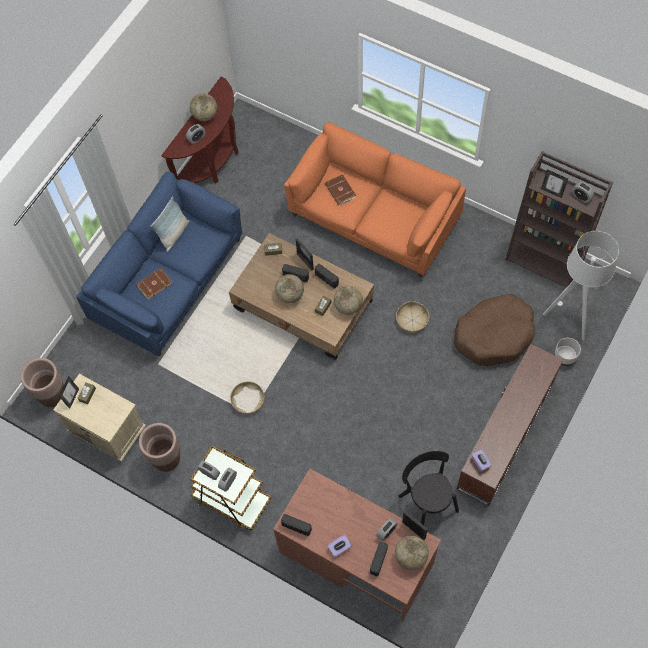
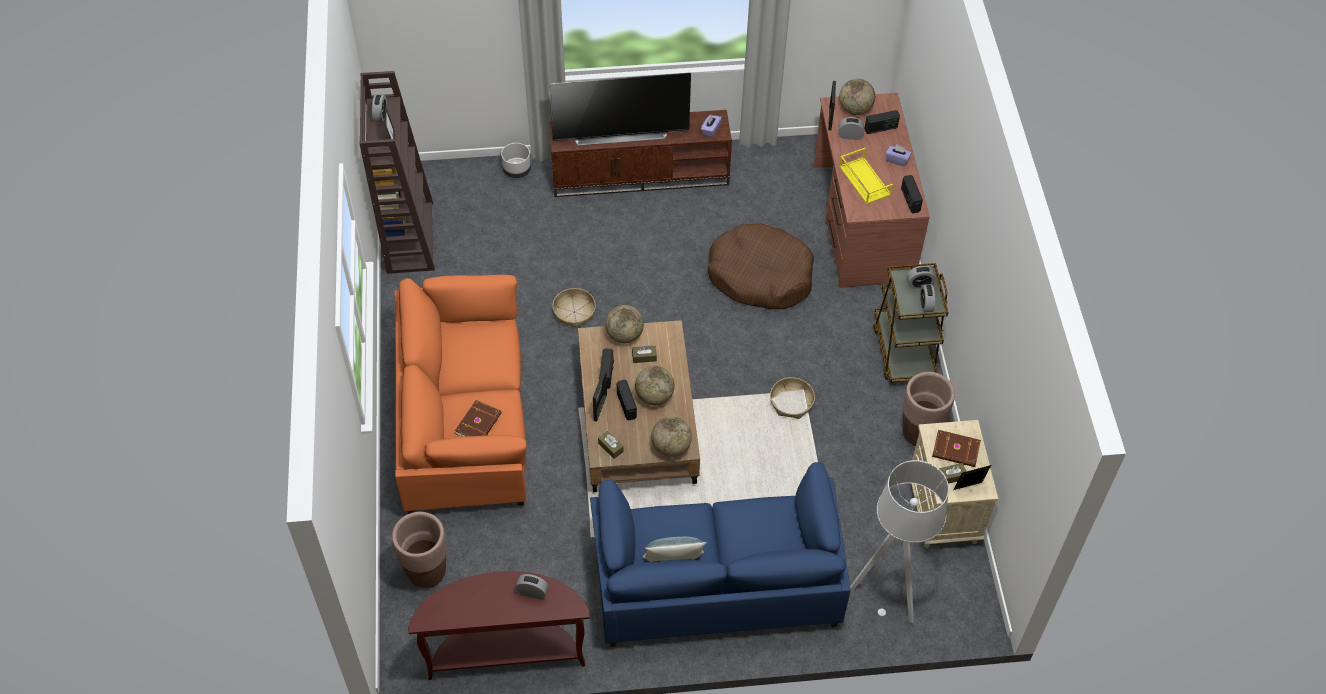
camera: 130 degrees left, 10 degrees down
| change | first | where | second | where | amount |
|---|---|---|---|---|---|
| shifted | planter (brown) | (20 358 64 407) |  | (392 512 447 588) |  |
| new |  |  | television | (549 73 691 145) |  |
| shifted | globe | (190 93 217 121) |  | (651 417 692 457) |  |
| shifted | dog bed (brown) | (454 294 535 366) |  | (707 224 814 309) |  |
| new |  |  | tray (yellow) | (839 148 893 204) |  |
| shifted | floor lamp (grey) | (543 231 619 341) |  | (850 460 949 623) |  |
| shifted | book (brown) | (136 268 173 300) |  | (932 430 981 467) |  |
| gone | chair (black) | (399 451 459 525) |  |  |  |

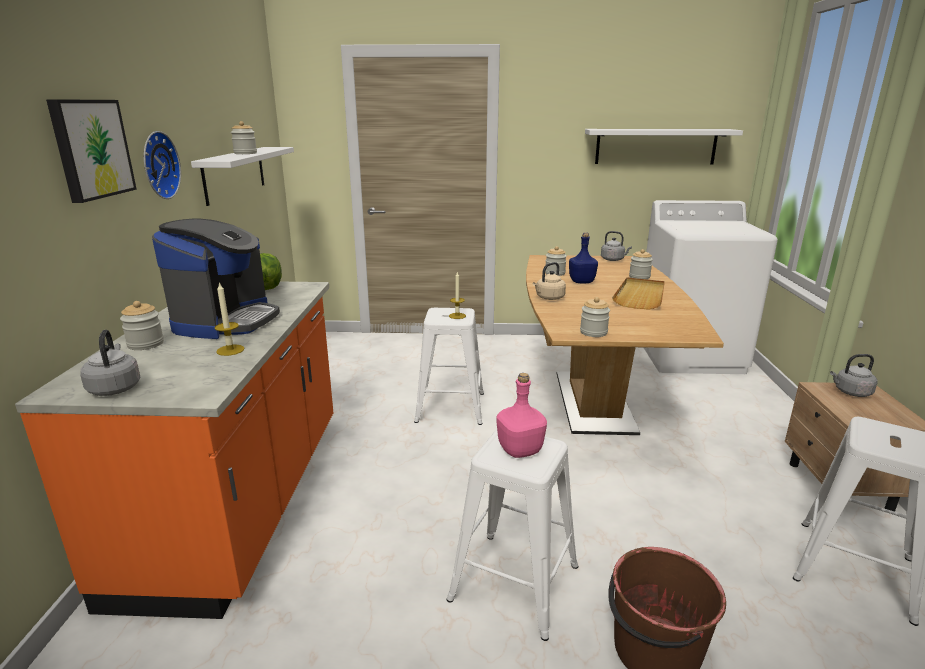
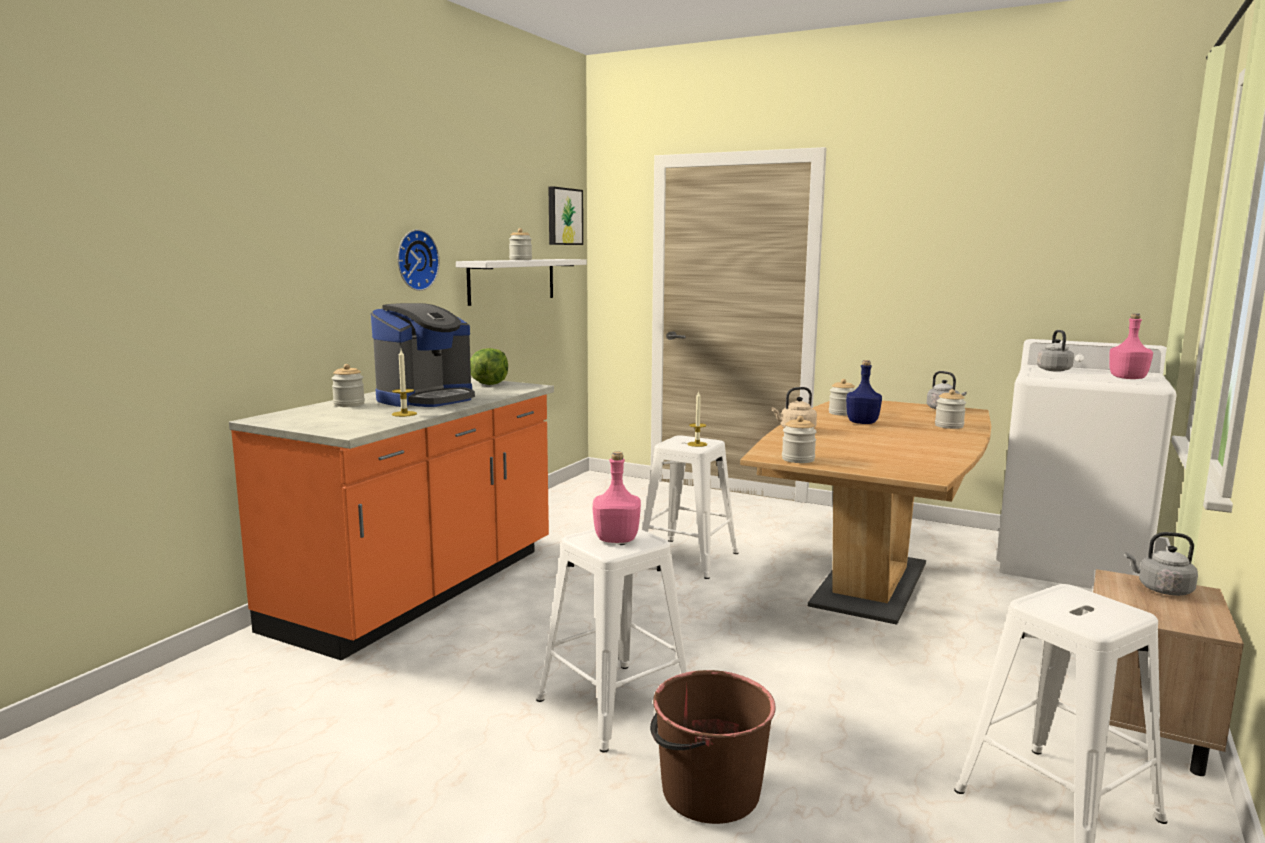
camera: 25 degrees right, 10 degrees down
| change | first | where | second | where | amount |
|---|---|---|---|---|---|
| shifted | picture | (46 99 137 203) |  | (548 187 583 245) |  |
| shifted | kettle (grey) | (80 330 140 396) |  | (1037 330 1074 372) |  |
| new |  |  | bottle (pink) | (1109 313 1153 379) |  |
| gone | shelf (white) | (585 129 743 165) |  |  |  |
| gone | tray (beige) | (612 277 665 310) |  |  |  |

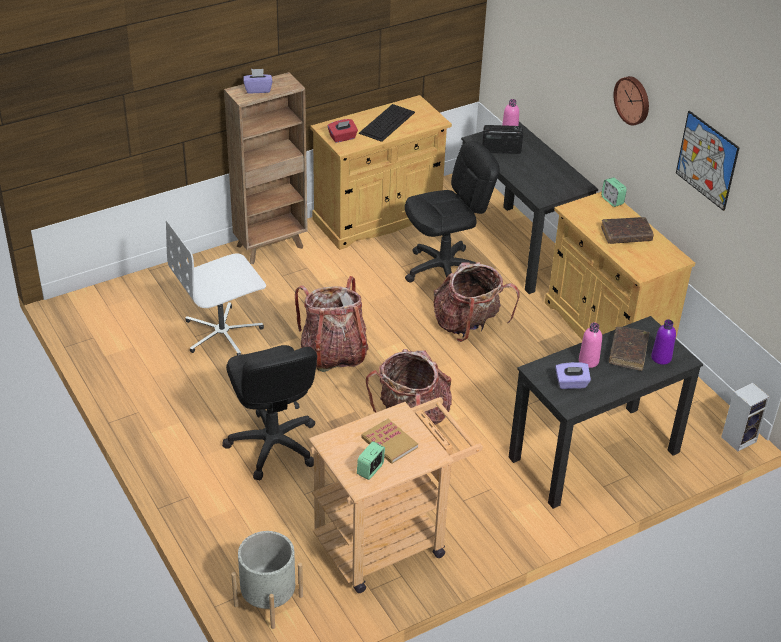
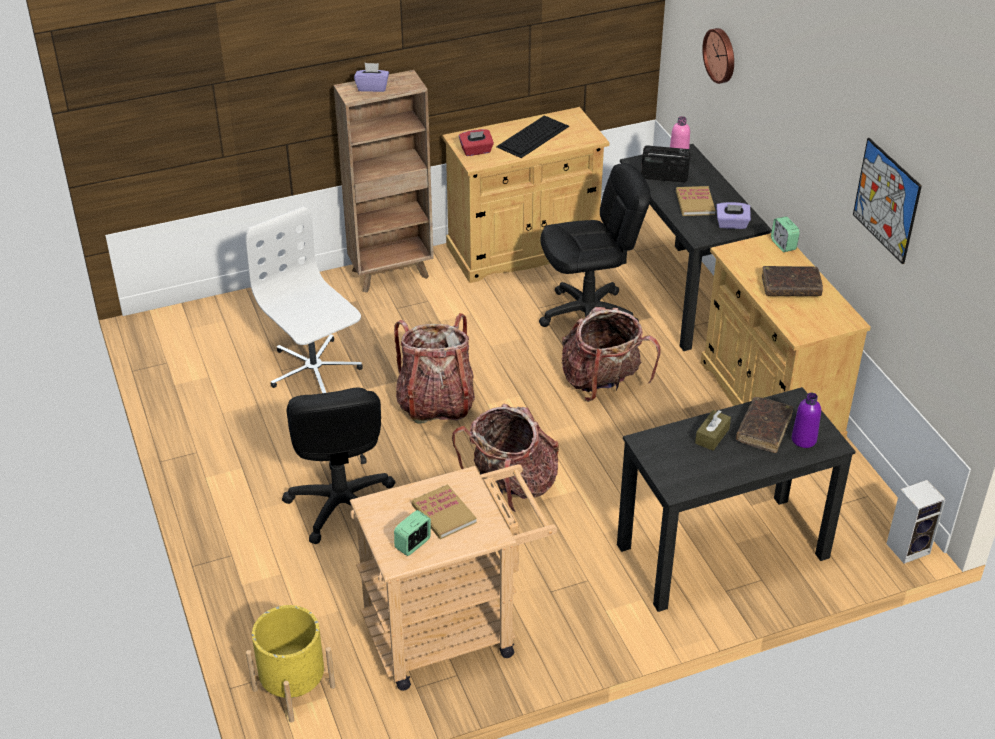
camera: 10 degrees right, 0 degrees up
| change | first | where | second | where | amount |
|---|---|---|---|---|---|
| rotated | office chair (white) | (166 220 266 355) |  | (245 207 363 393) | 75 degrees clockwise |
| repainted | planter (grey) | (231 531 303 629) | planter (yellow) | (246 605 335 723) |  |
| new |  |  | book | (676 186 716 216) |  |
| swapped | bottle (pink) | (579 323 602 368) | tissue box (brown) | (695 410 731 451) |  |
| shifted | wall clock | (613 76 649 125) |  | (702 28 734 84) |  |
| shifted | tissue box (purple) | (555 362 591 389) |  | (716 202 751 229) |  |

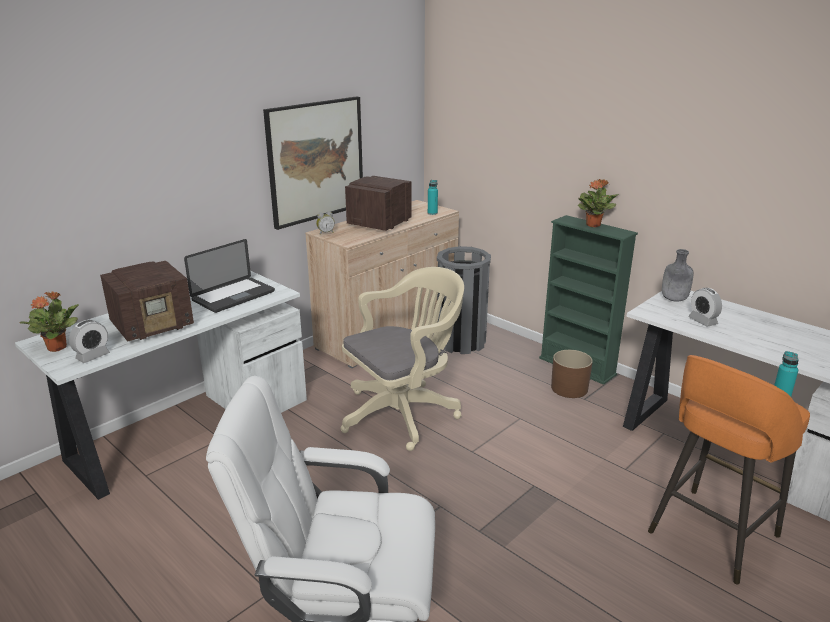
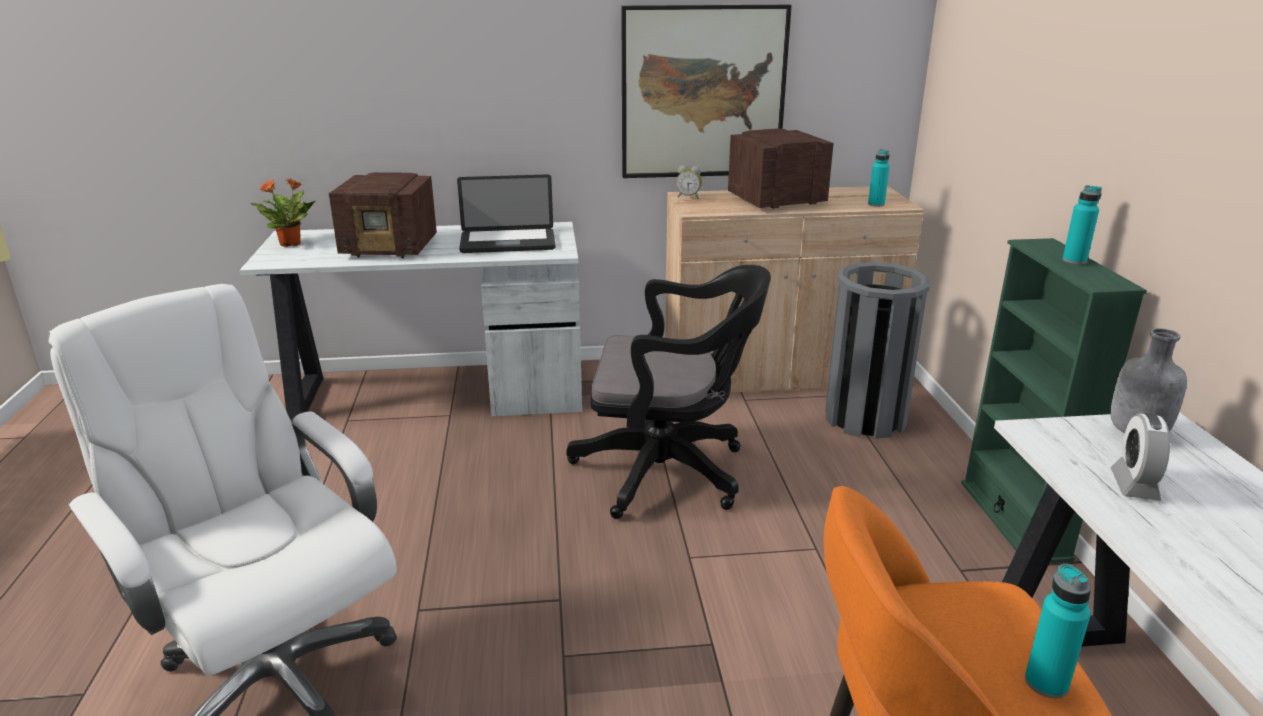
camera: 40 degrees right, 0 degrees up
| change | first | where | second | where | amount |
|---|---|---|---|---|---|
| repainted | office chair (beige) | (341 267 464 451) | office chair (black) | (566 265 771 519) |  |
| swapped | potted plant | (577 179 619 227) | bottle (turquoise) | (1062 185 1102 264) |  |
| gone | alarm clock | (69 320 110 363) |  |  |  |
| gone | planter (brown) | (551 350 593 398) |  |  |  |

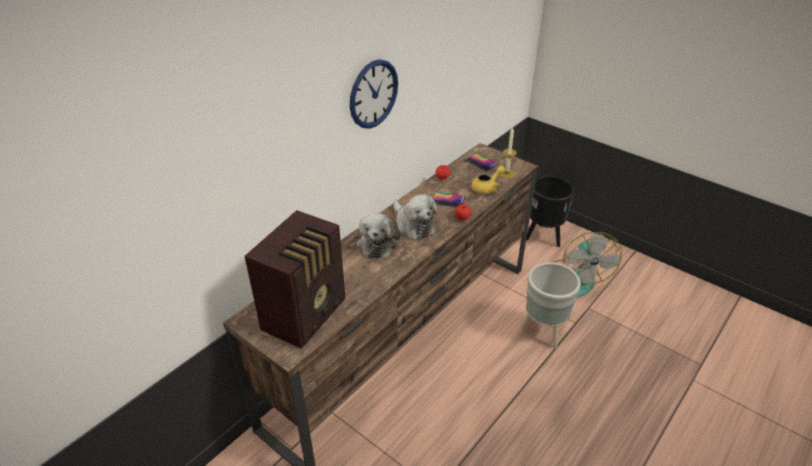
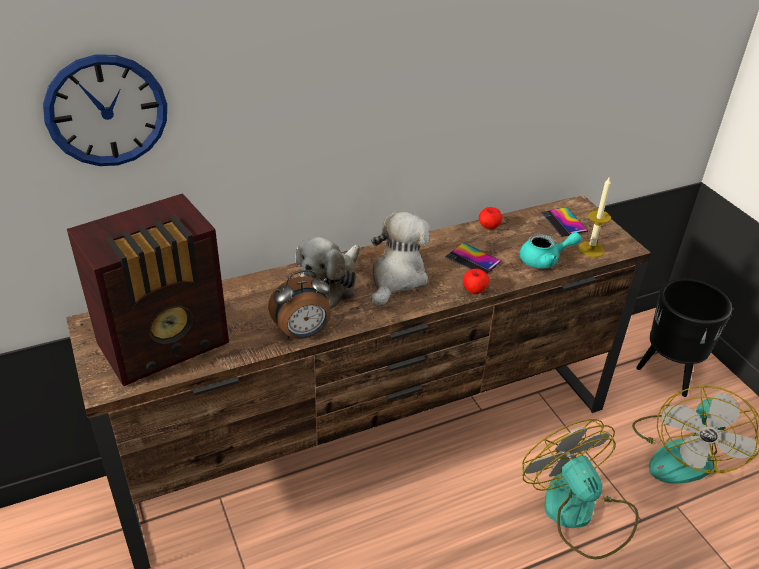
camera: 25 degrees right, 0 degrees up
| change | first | where | second | where | amount |
|---|---|---|---|---|---|
| shifted | wall clock | (350 59 398 129) |  | (43 54 167 166) |  |
| new |  |  | alarm clock | (268 270 331 339) |  |
| rotated | plush toy | (393 194 438 240) |  | (371 212 430 306) | 150 degrees counterclockwise |
| repainted | teapot (yellow) | (472 166 505 194) | teapot (turquoise) | (520 232 582 269) |  |
| swapped | planter (grey) | (520 262 581 349) | fan | (522 419 639 560) |  |

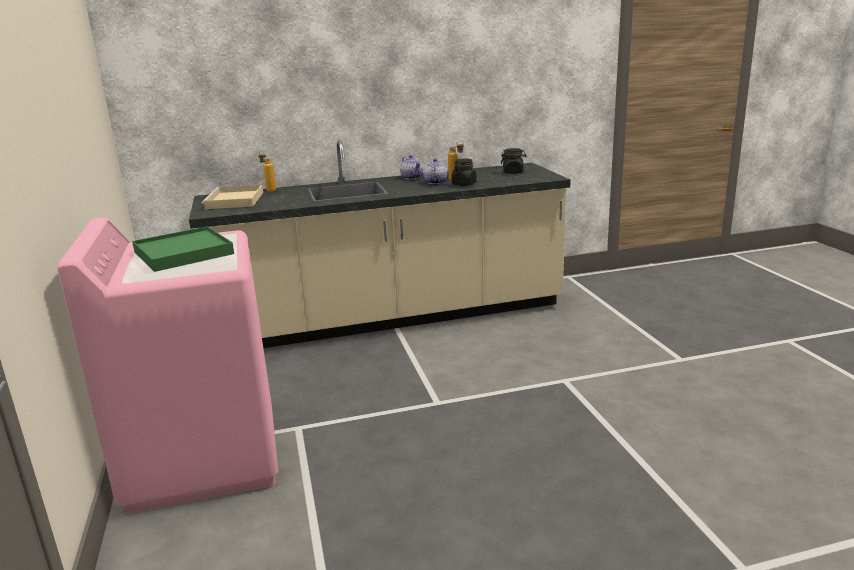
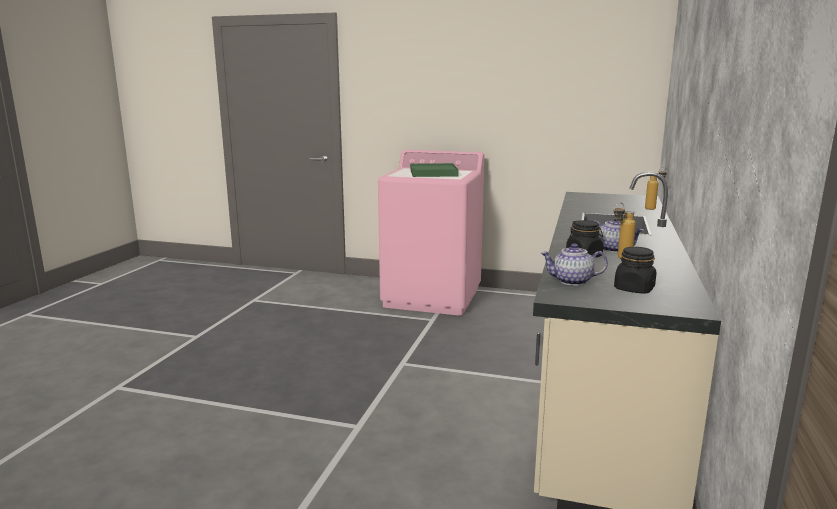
camera: 120 degrees right, 5 degrees down
| change | first | where | second | where | amount |
|---|---|---|---|---|---|
| shifted | teapot | (400 155 423 180) |  | (540 243 608 286) |  |
| gone | tray (beige) | (202 185 263 209) |  |  |  |

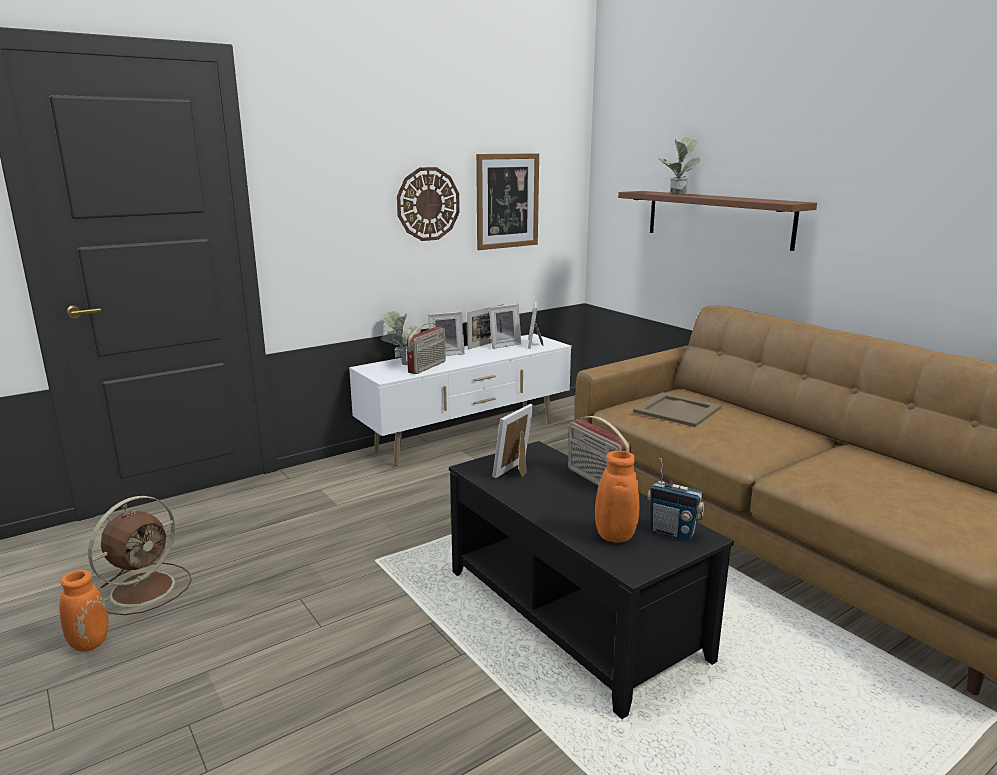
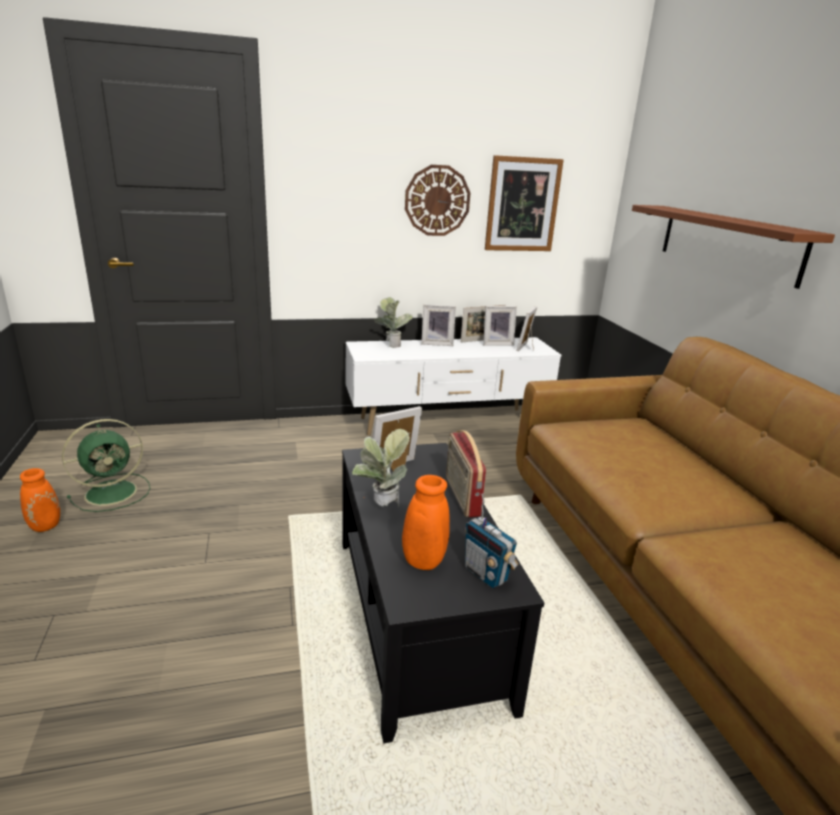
camera: 20 degrees right, 5 degrees up
| change | first | where | second | where | amount |
|---|---|---|---|---|---|
| repainted | fan (brown) | (88 496 192 615) | fan (green) | (62 419 150 512) |  |
| shifted | potted plant | (659 138 701 193) |  | (352 429 410 507) |  |
| gone | radio | (407 323 446 374) |  |  |  |
| gone | tray (beige) | (633 392 722 427) |  |  |  |

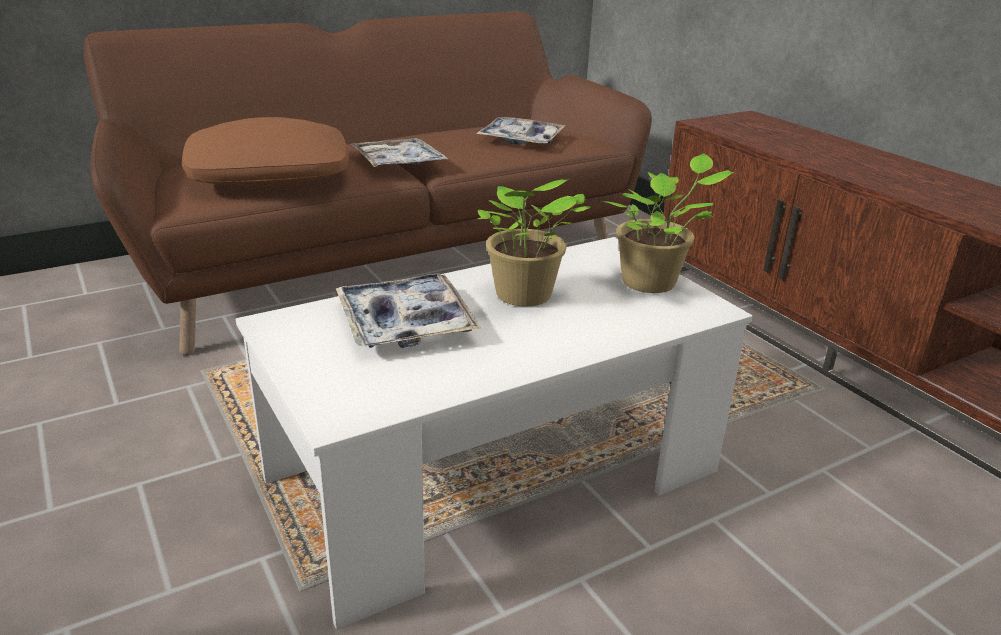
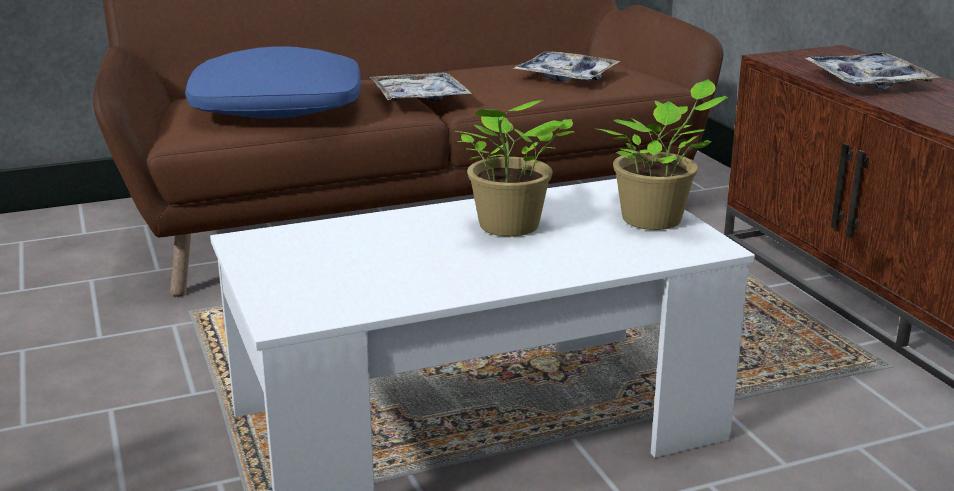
camera: 10 degrees right, 5 degrees down
| change | first | where | second | where | amount |
|---|---|---|---|---|---|
| repainted | pillow (brown) | (182 117 349 187) | pillow (blue) | (185 46 361 118) |  |
| shifted | tray | (336 273 480 348) |  | (805 52 941 90) |  |

